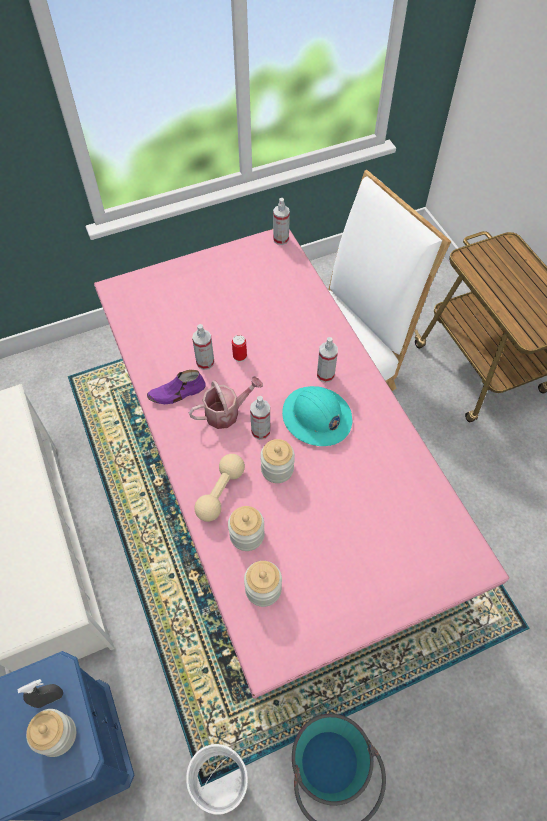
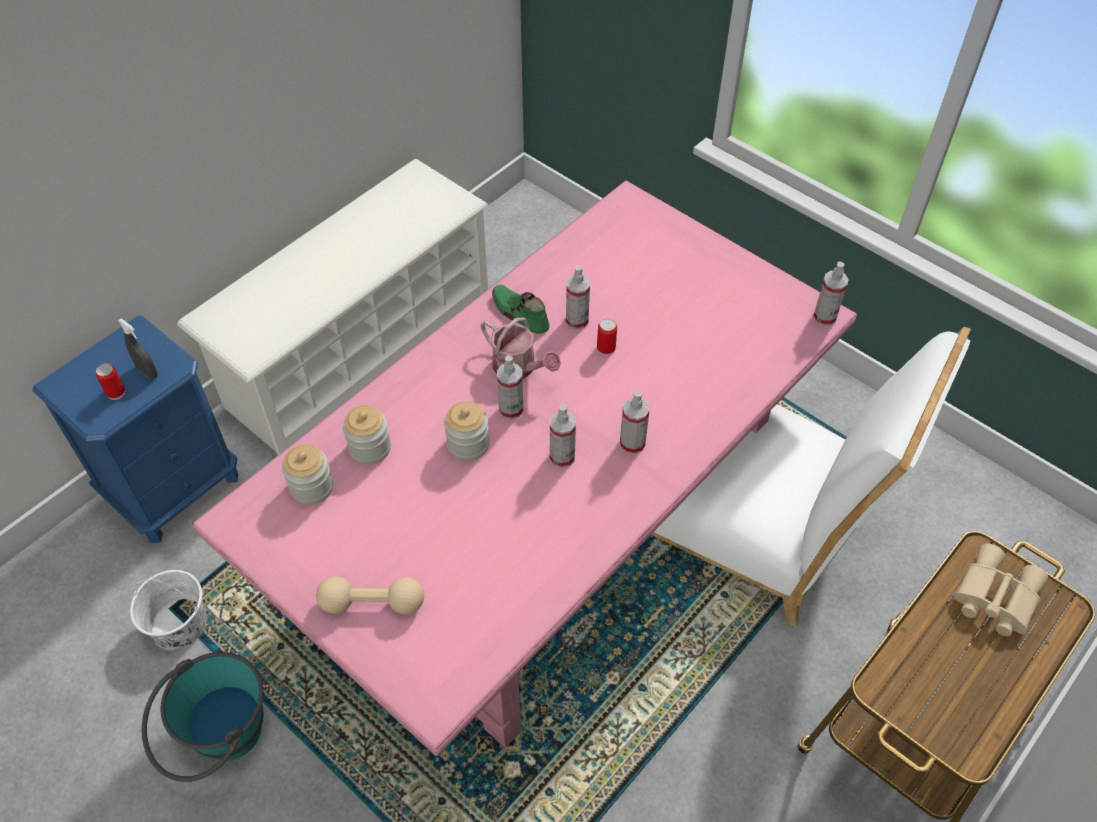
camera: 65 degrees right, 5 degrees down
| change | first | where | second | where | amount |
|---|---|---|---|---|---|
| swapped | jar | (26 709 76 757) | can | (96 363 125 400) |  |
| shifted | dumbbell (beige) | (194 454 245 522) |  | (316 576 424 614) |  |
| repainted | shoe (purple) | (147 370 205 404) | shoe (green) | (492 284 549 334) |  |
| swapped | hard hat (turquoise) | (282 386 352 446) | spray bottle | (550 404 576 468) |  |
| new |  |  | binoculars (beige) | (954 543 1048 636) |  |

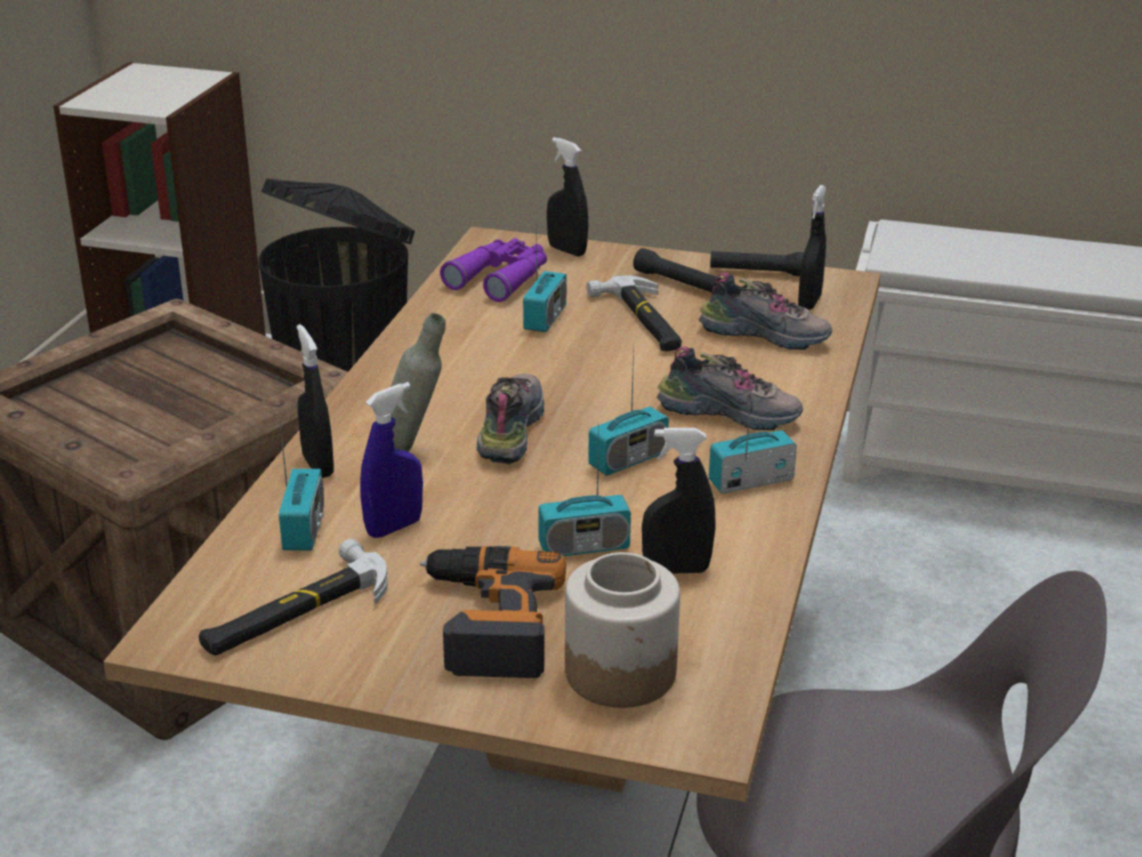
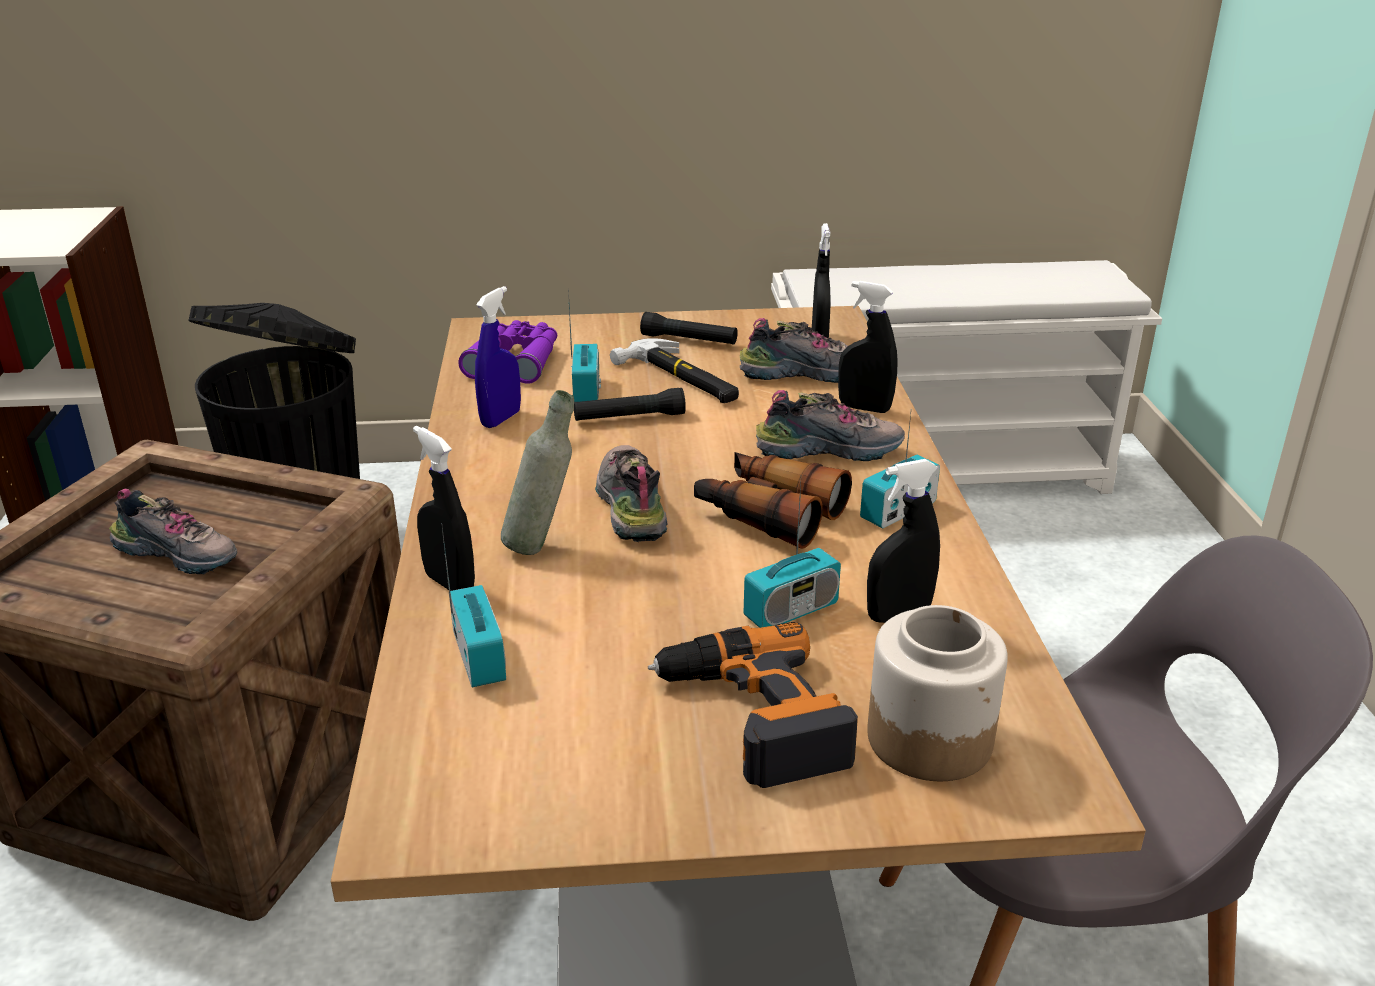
camera: 20 degrees left, 0 degrees up
| change | first | where | second | where | amount |
|---|---|---|---|---|---|
| new |  |  | shoe | (109 489 237 574) |  |
| shifted | spray bottle (blue) | (360 382 423 538) |  | (475 286 521 428) |  |
| shifted | flashlight (black) | (710 251 804 276) |  | (574 388 686 421) |  |
| swapped | radio | (588 343 669 476) | binoculars | (694 452 852 549) |  |
| shifted | spray bottle (black) | (547 137 588 256) |  | (838 281 898 413) |  |
| gone | hammer | (199 539 388 655) |  |  |  |

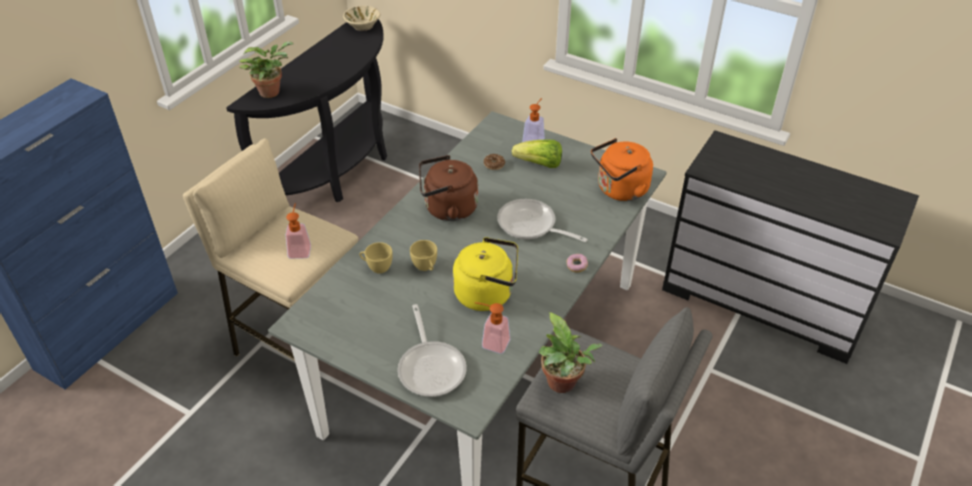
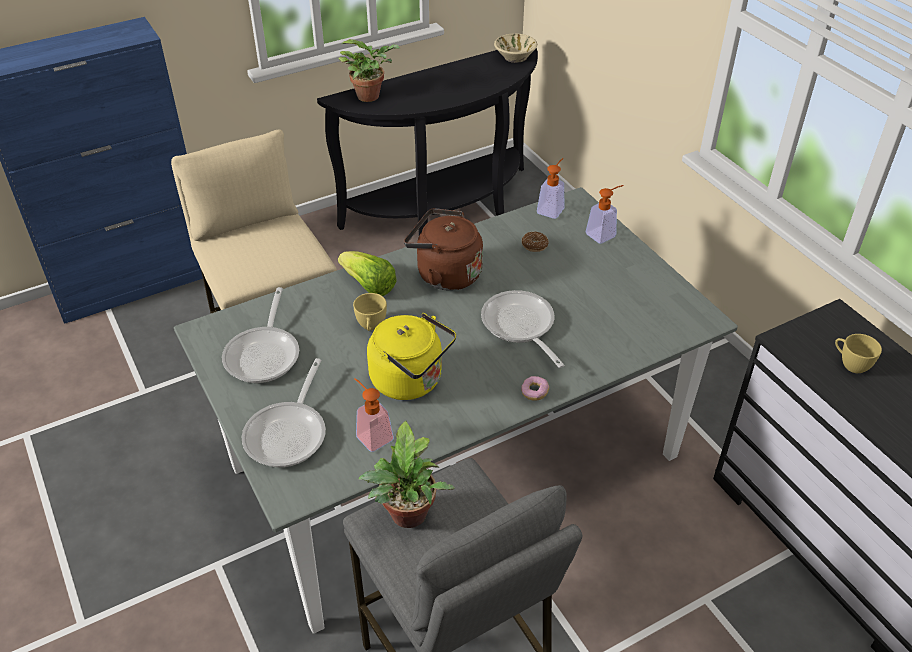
camera: 30 degrees right, 0 degrees up
| change | first | where | second | where | amount |
|---|---|---|---|---|---|
| new |  |  | frying pan | (222 287 299 383) |  |
| shifted | lettuce | (512 140 562 168) |  | (338 251 397 296) |  |
| shifted | soap dispenser | (286 203 311 259) |  | (537 158 564 219) |  |
| shifted | cup (yellow) | (359 242 392 274) |  | (835 334 882 373) |  |
| gone | kettle (orange) | (591 138 653 201) |  |  |  |

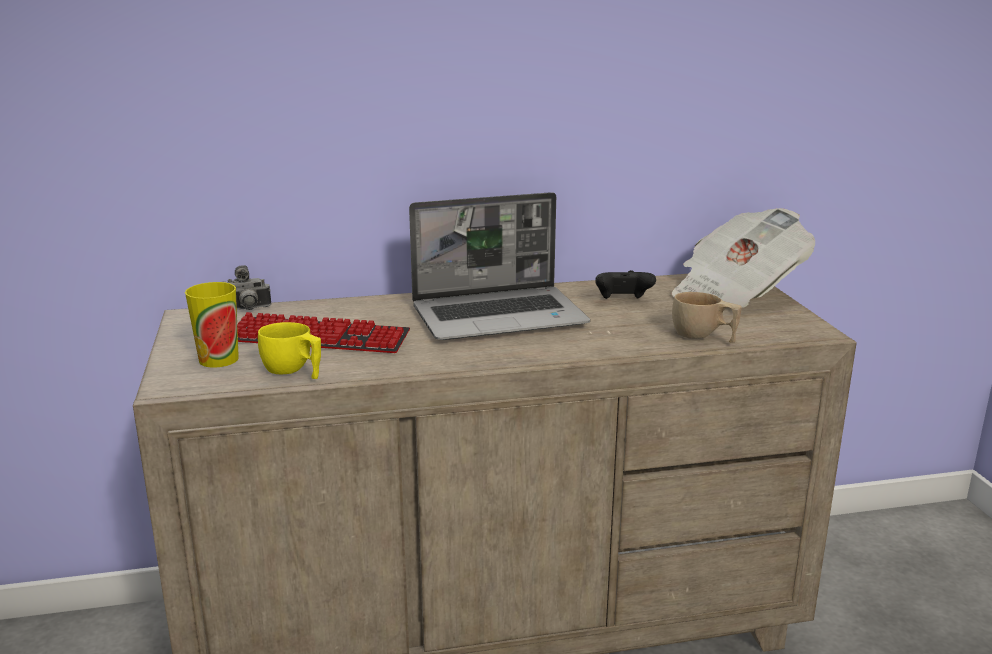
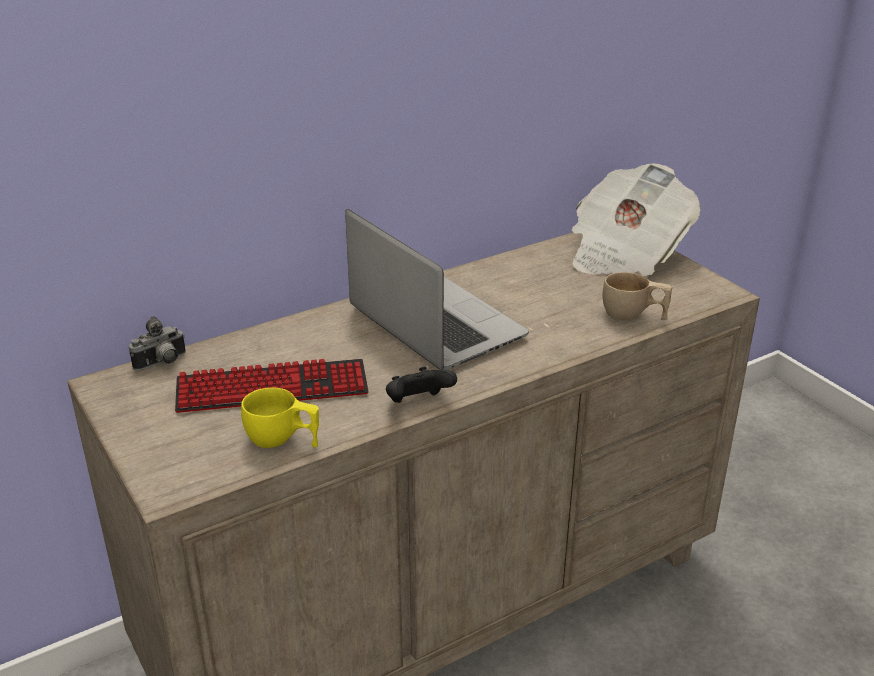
camera: 20 degrees left, 10 degrees up
| change | first | where | second | where | amount |
|---|---|---|---|---|---|
| rotated | laptop | (409 192 590 340) |  | (345 209 529 370) | 90 degrees counterclockwise |
| shifted | game controller (black) | (595 270 656 299) |  | (386 367 457 403) |  |
| gone | cup | (185 282 239 368) |  |  |  |

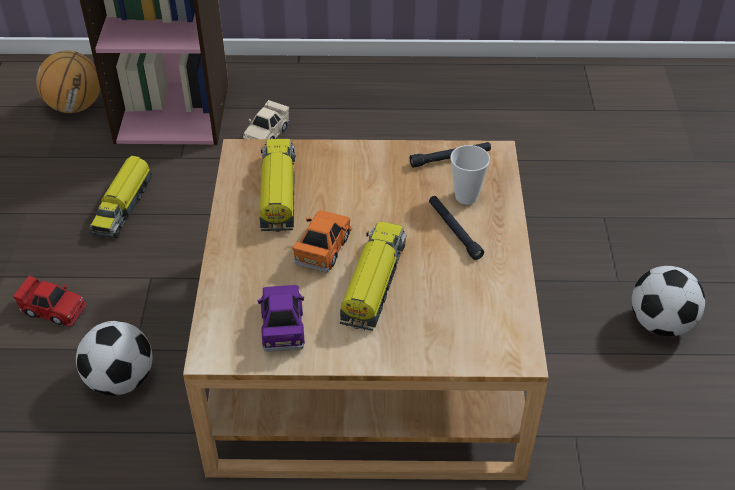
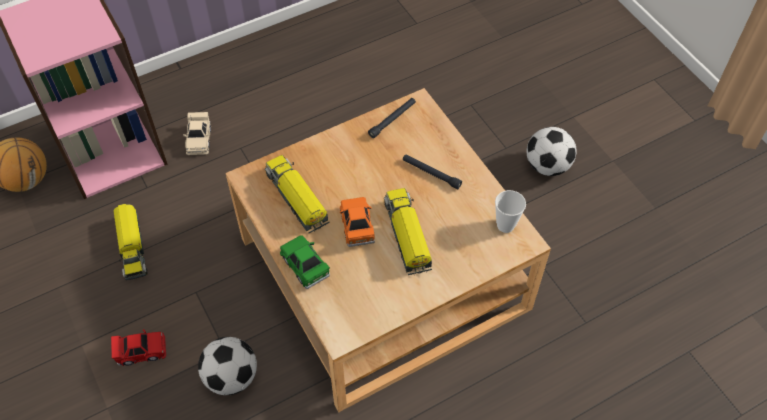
camera: 30 degrees left, 10 degrees up
| change | first | where | second | where | amount |
|---|---|---|---|---|---|
| new |  |  | toy car (green) | (280 235 330 289) |  |
| shifted | cup | (450 145 490 204) |  | (495 190 526 233) |  |
| gone | toy car (purple) | (257 285 305 352) |  |  |  |

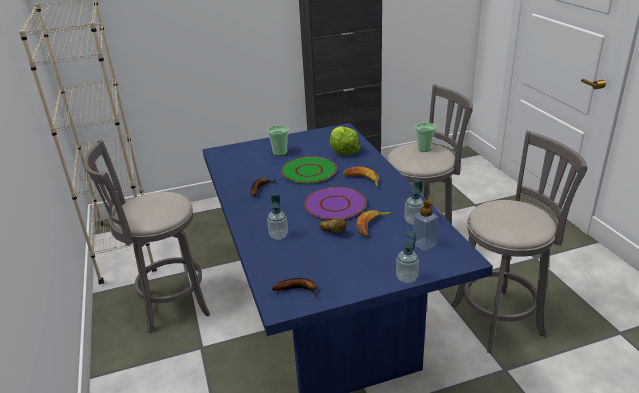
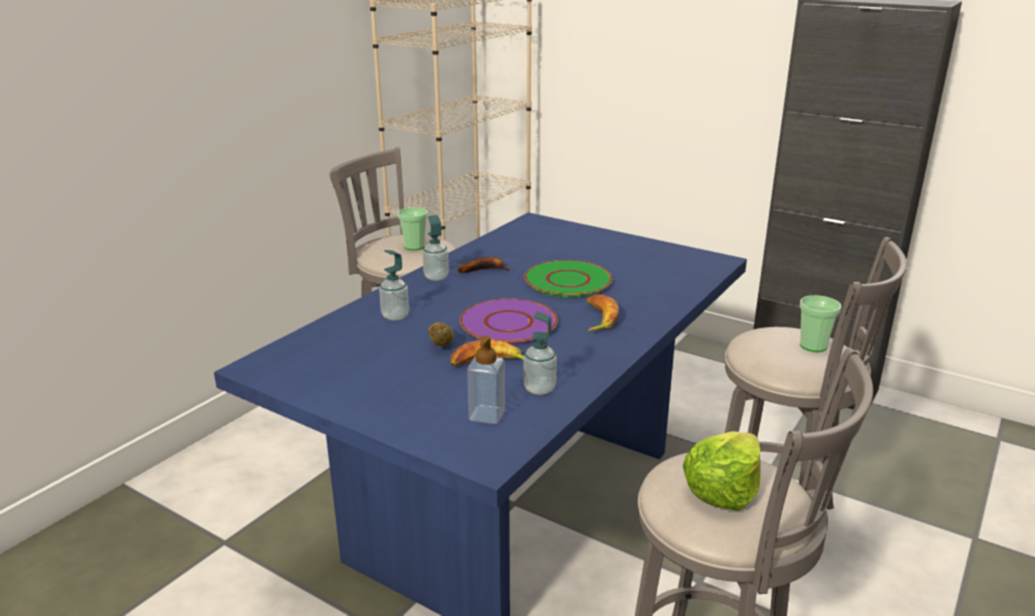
camera: 50 degrees right, 5 degrees down
| change | first | where | second | where | amount |
|---|---|---|---|---|---|
| shifted | cup | (267 125 289 156) |  | (397 207 428 250) |  |
| shifted | soap dispenser | (396 230 419 283) |  | (422 215 449 281) |  |
| shifted | lettuce | (330 126 360 155) |  | (683 431 761 511) |  |
| gone | banana | (272 278 317 298) |  |  |  |

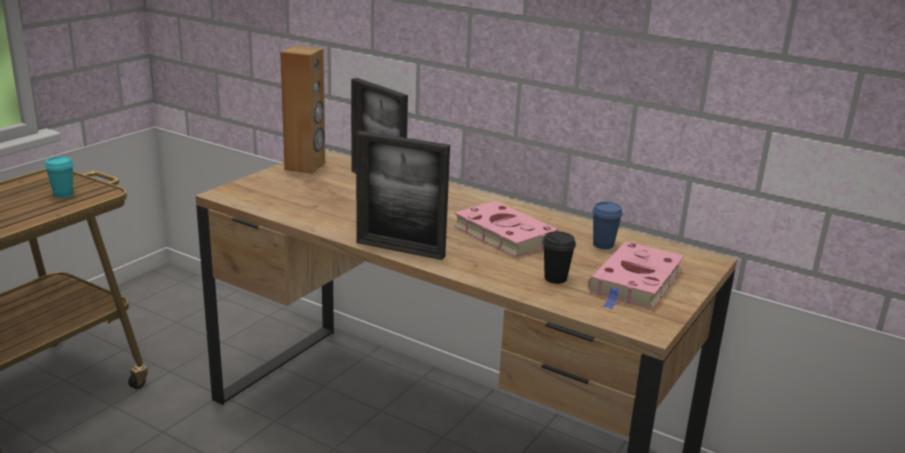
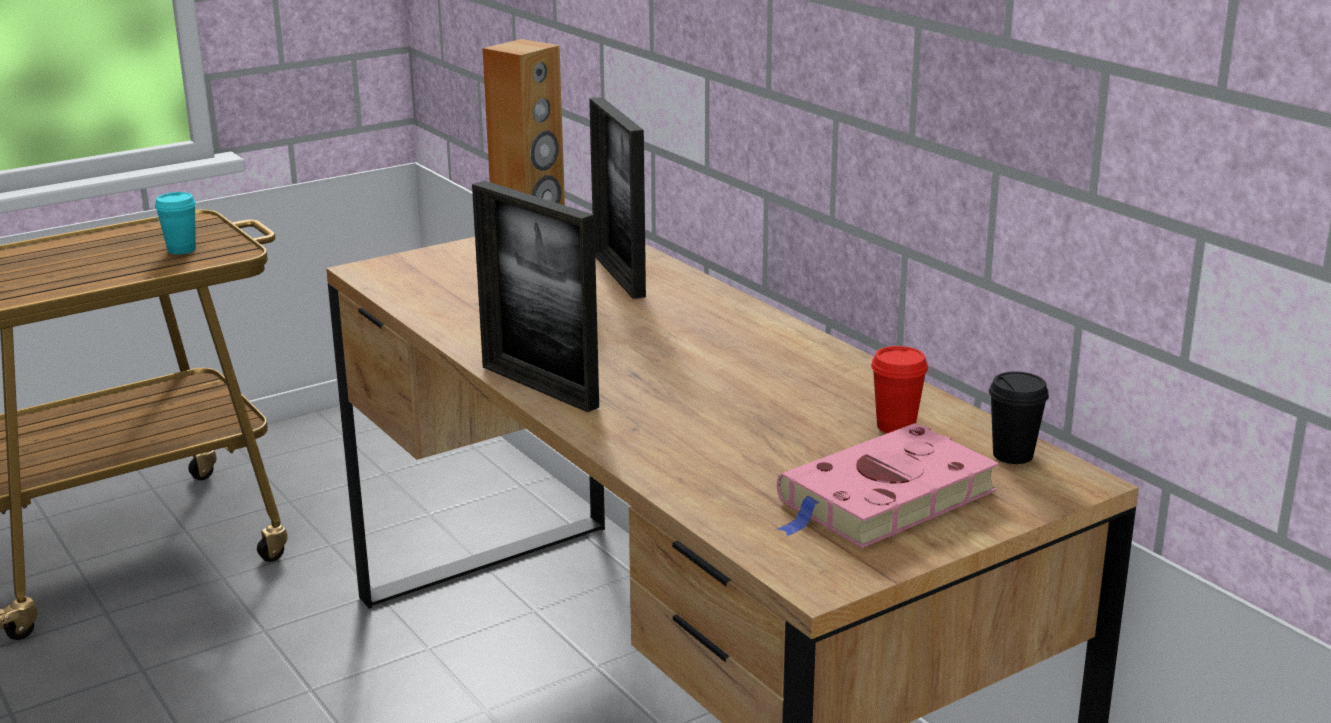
camera: 25 degrees right, 0 degrees up
| change | first | where | second | where | amount |
|---|---|---|---|---|---|
| repainted | cup (blue) | (592 202 623 249) | cup (red) | (871 346 928 433) |  |
| shifted | cup (black) | (543 231 576 284) |  | (989 371 1049 464) |  |
| gone | book (pink) | (454 201 559 257) |  |  |  |

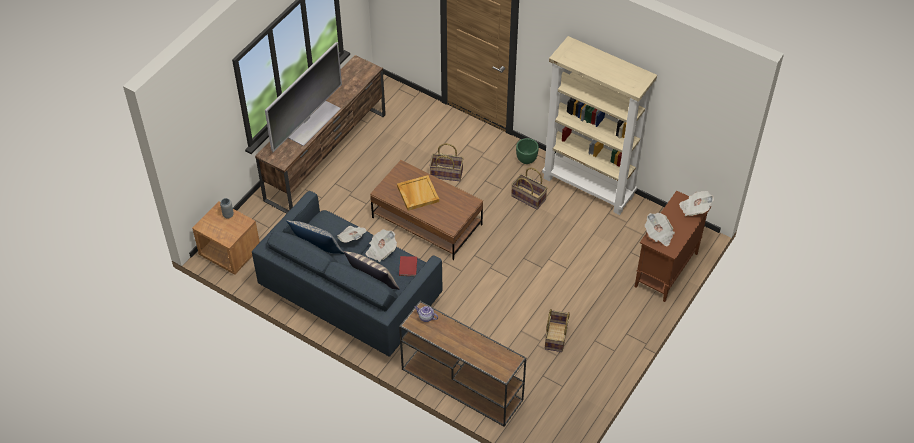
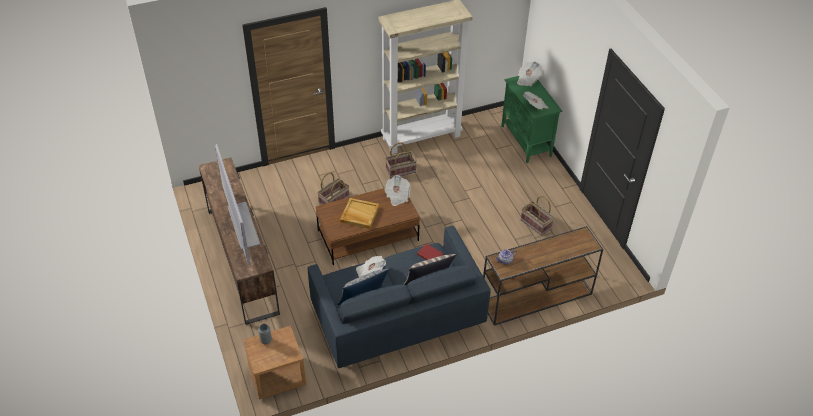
camera: 55 degrees left, 5 degrees down
| change | first | where | second | where | amount |
|---|---|---|---|---|---|
| shifted | newspaper | (366 229 397 262) |  | (384 175 411 206) |  |
| repainted | cabinet (brown) | (634 191 711 302) | cabinet (green) | (501 76 562 163) |  |
| gone | planter (green) | (516 138 539 164) |  |  |  |

